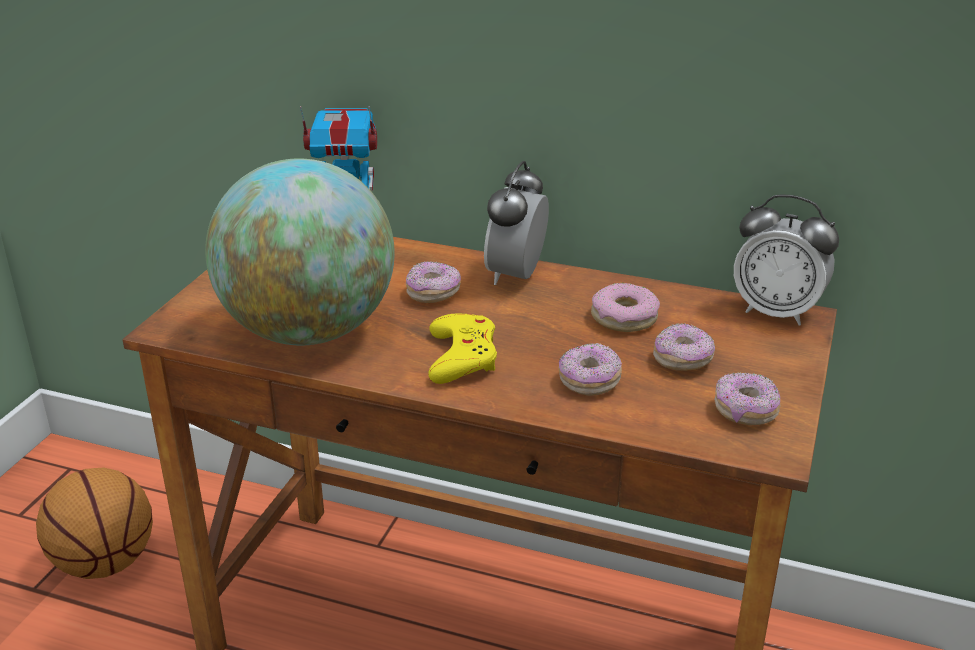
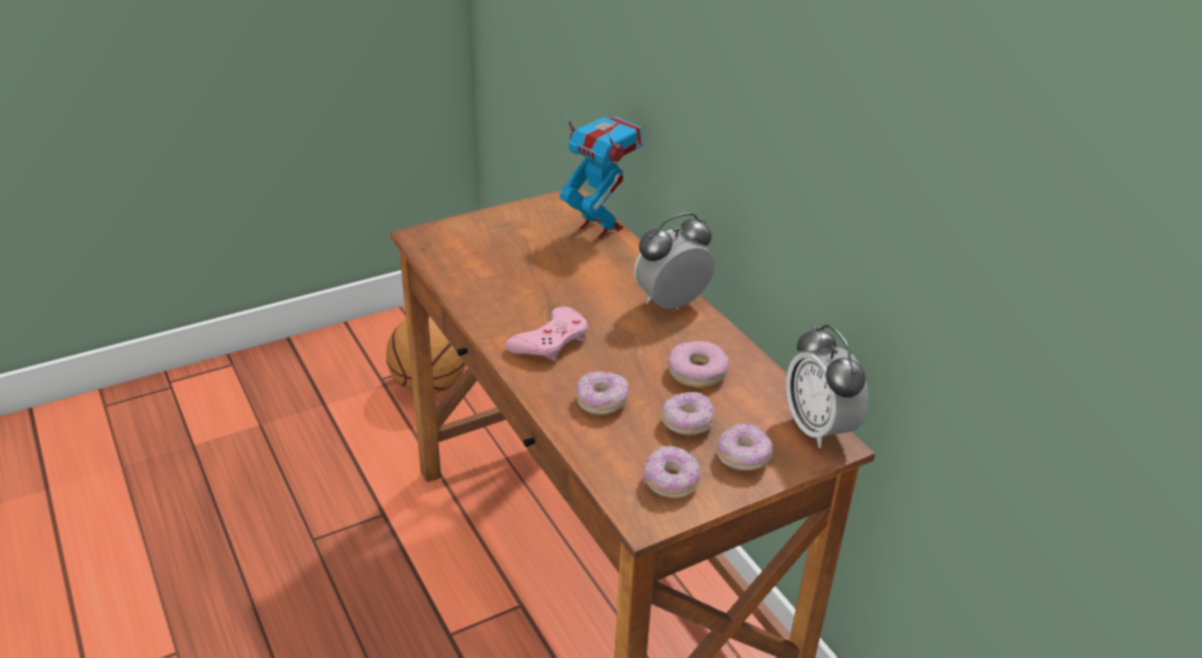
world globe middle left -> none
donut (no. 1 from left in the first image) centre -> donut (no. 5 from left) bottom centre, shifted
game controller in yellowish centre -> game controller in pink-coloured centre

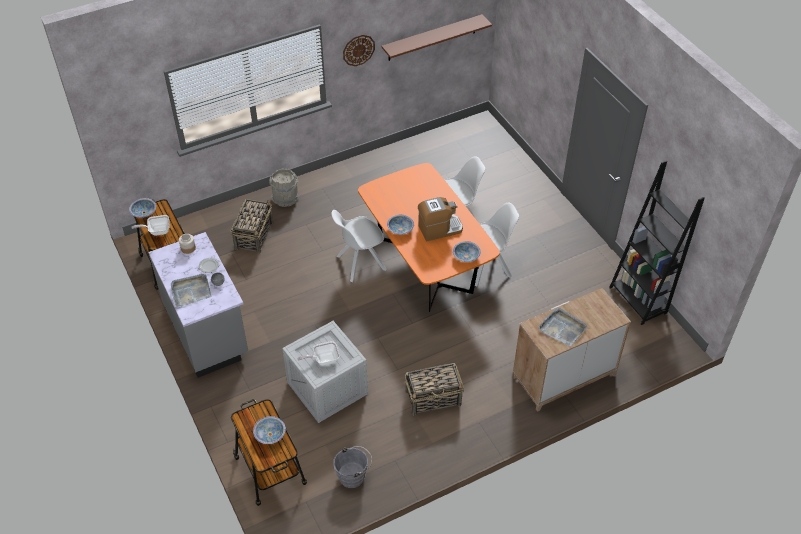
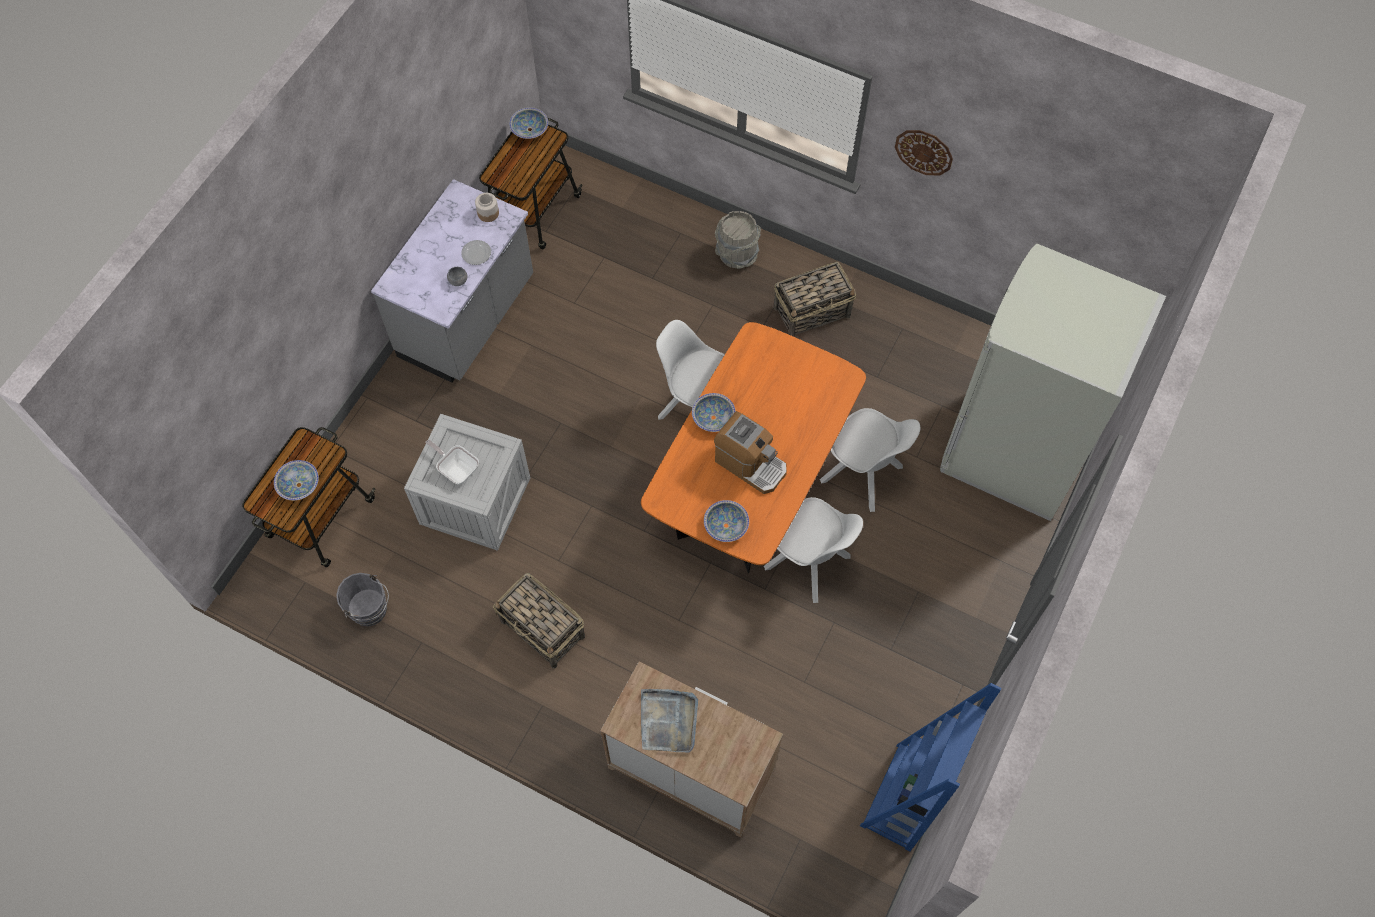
pan (no. 1 from left) middle left -> none
serving tray in greyish (no. 1 from left) middle left -> none
basket (no. 1 from left in the first image) middle left -> basket (no. 2 from left) top centre, shifted
bracket shelf in brown-coloured top centre -> none
bookcase in black-coloured middle right -> bookcase in bluish bottom right
none -> kitchen fridge in whitish middle right

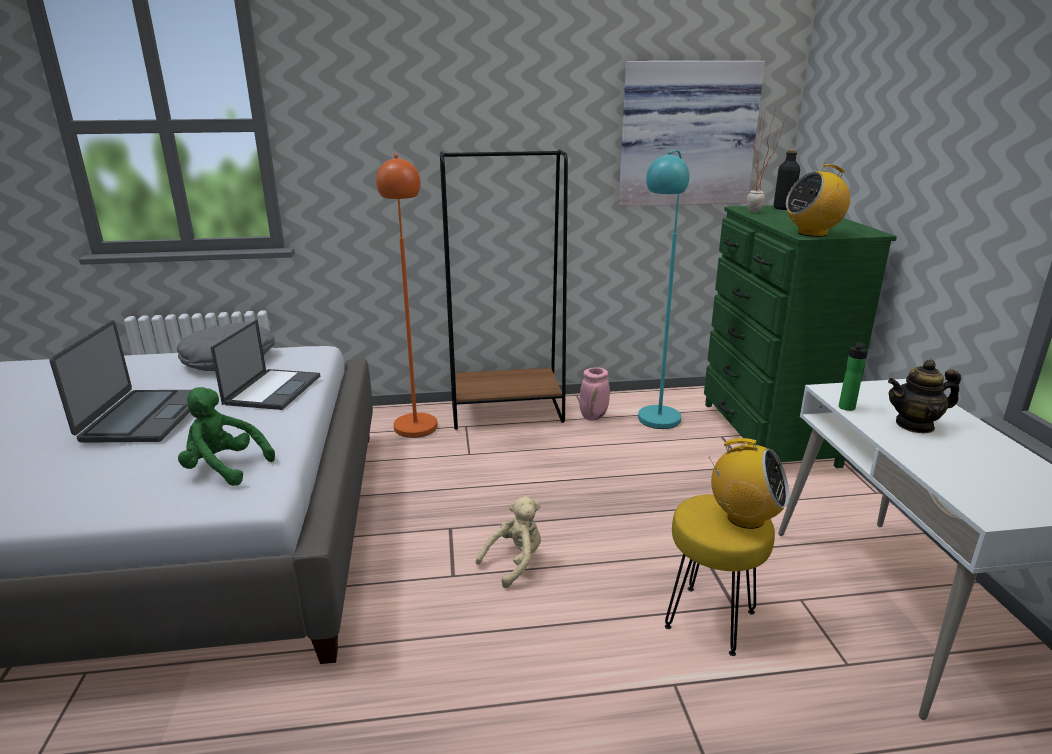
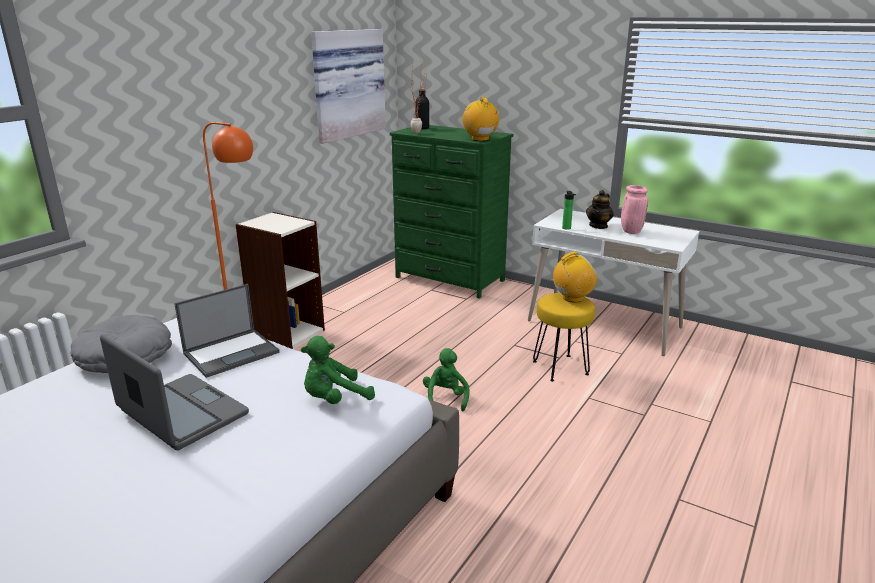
laptop (no. 2 from left) middle left, 90 degrees clockwise
clothes rack centre -> bookcase middle left
cuddly toy in sand-coloured bottom centre -> cuddly toy in greenish (no. 2 from left) centre
vase in pink-coloured centre -> vase in pink-coloured middle right, shifted
standing lamp in turquoise-coloured centre -> none
radio (no. 2 from left in the first image) top right -> radio (no. 1 from left) top centre, 135 degrees clockwise

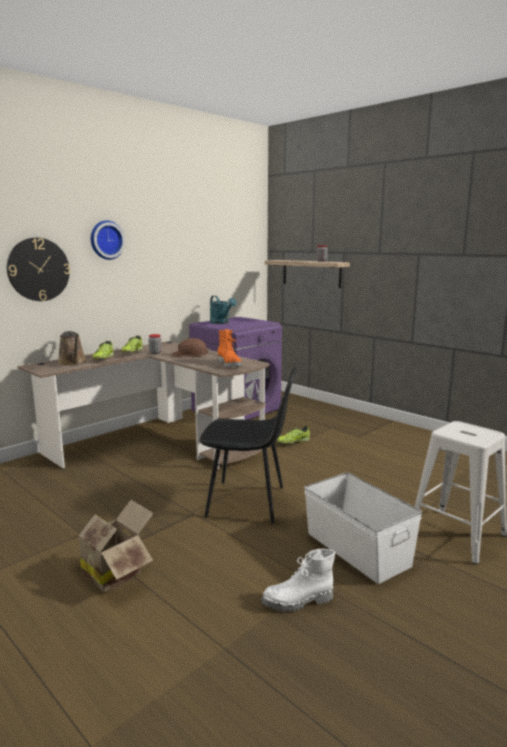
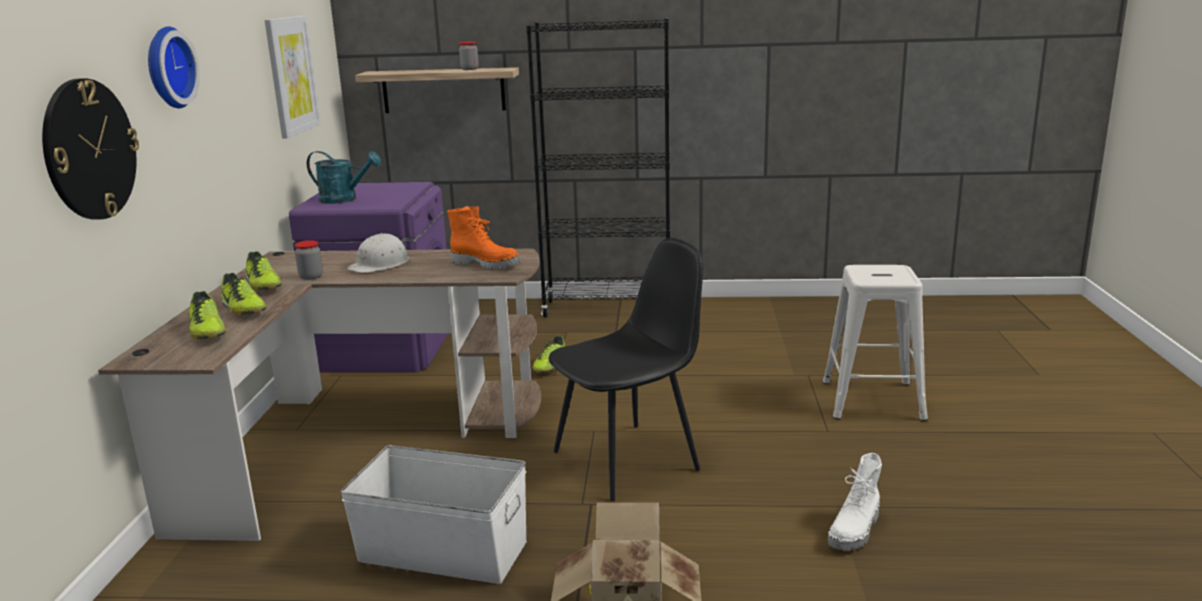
watering can in brown-coloured middle left -> low shoe (no. 1 from left) middle left
hard hat in brown-coloured centre -> hard hat in whitish middle left
storage bin in whitish bottom right -> storage bin in whitish bottom centre, shifted
none -> wall art top left
none -> bookcase in black-coloured top centre

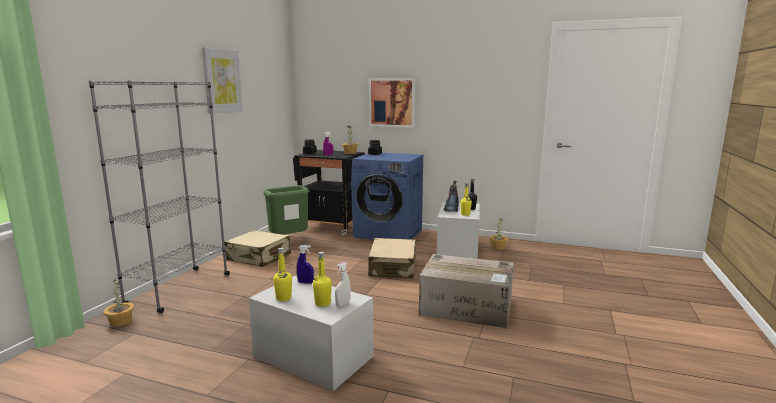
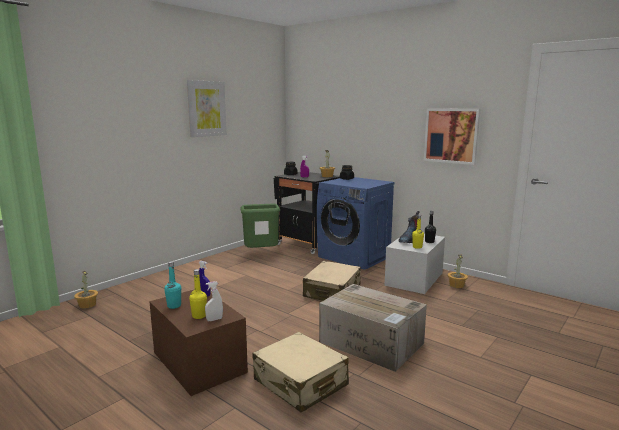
bookcase in greyish middle left -> none
suitcase in sand-coloured (no. 1 from left) middle left -> suitcase in sand-coloured (no. 1 from left) bottom centre, shifted
storage bin in whitish (no. 1 from left) bottom centre -> storage bin in brown-coloured bottom left
beverage bottle in yellowish (no. 1 from left) bottom centre -> beverage bottle in turquoise-coloured middle left
wall art (no. 2 from left) top centre -> wall art (no. 2 from left) top right, shifted

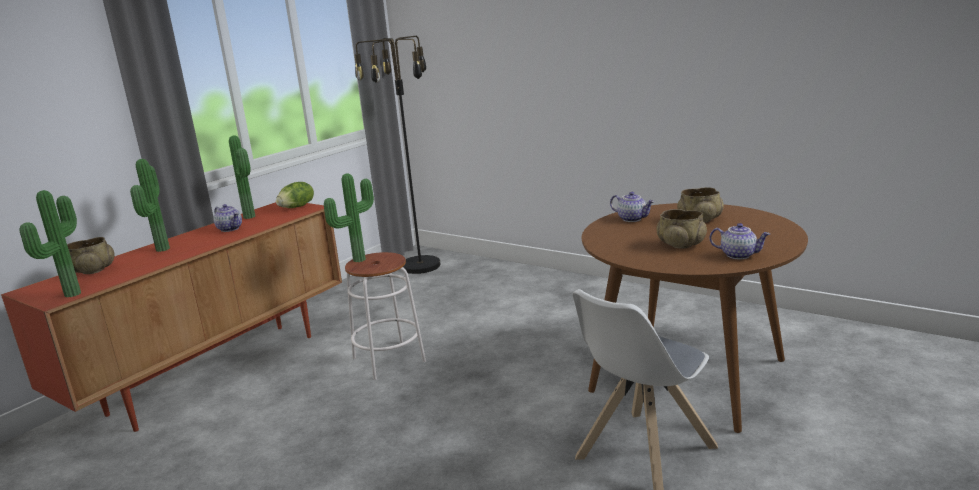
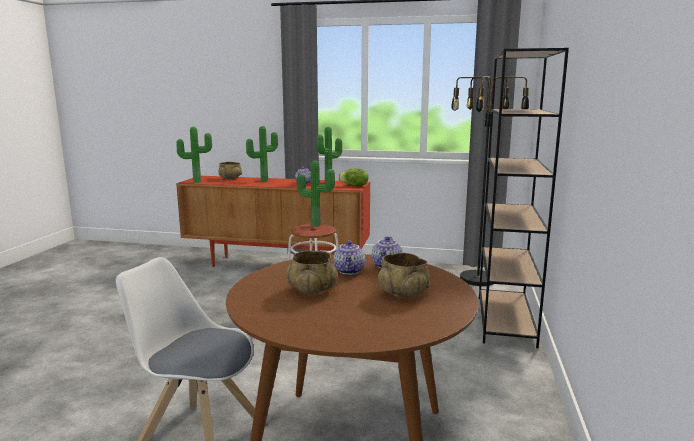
pot for tea (no. 3 from left in the first image) middle right -> pot for tea (no. 2 from left) centre, shifted
none -> bookcase in sand-coloured middle right

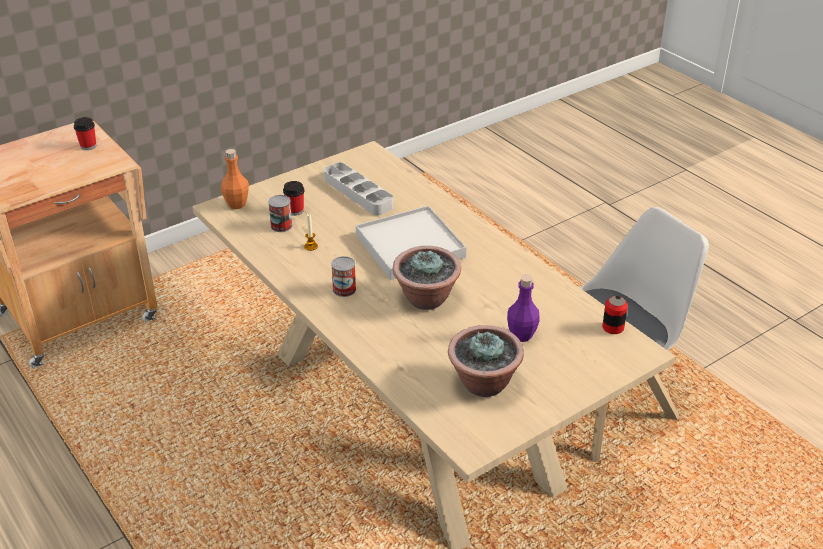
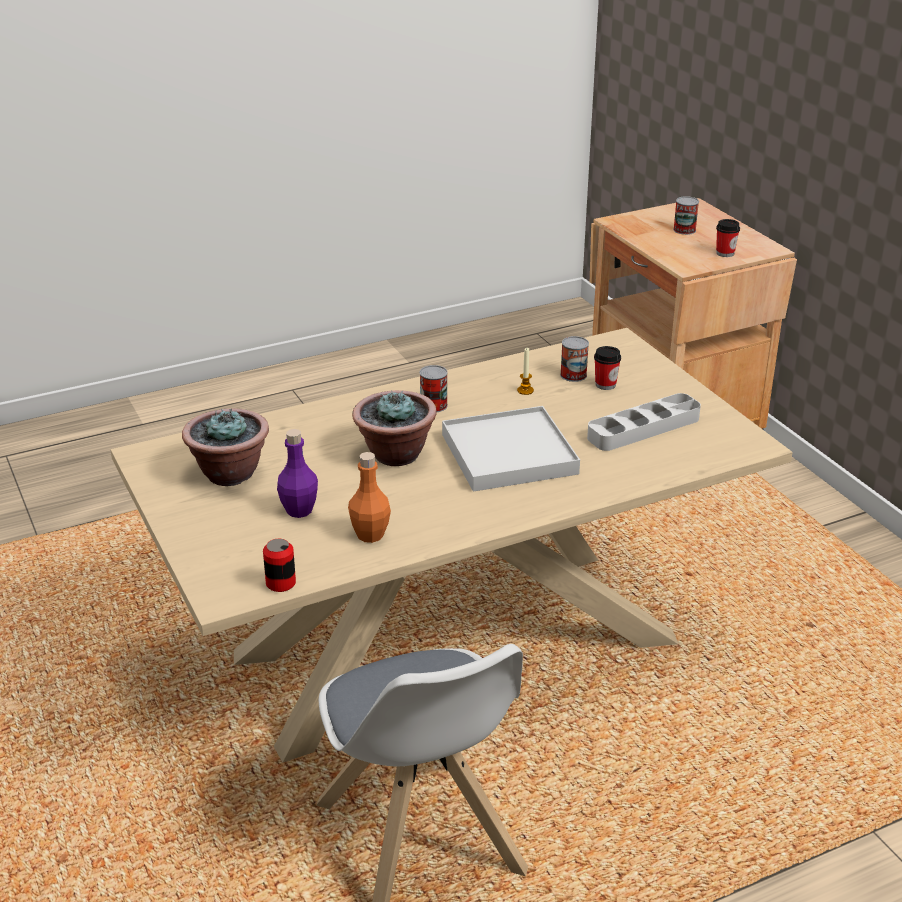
beverage bottle in orange top left -> beverage bottle in orange centre, shifted
none -> metal can (no. 4 from left) top right

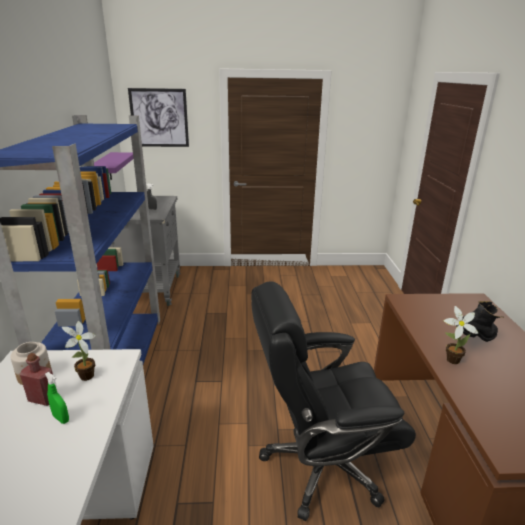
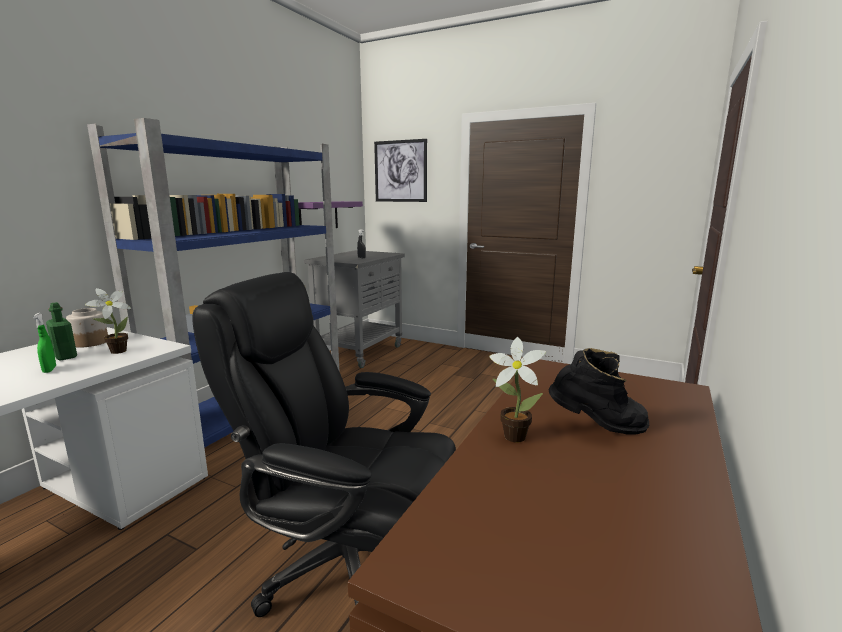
beverage bottle in red-coloured bottom left -> beverage bottle in greenish middle left

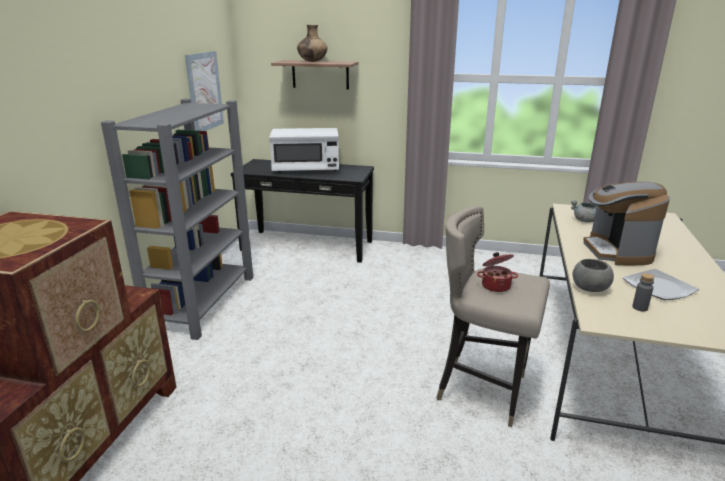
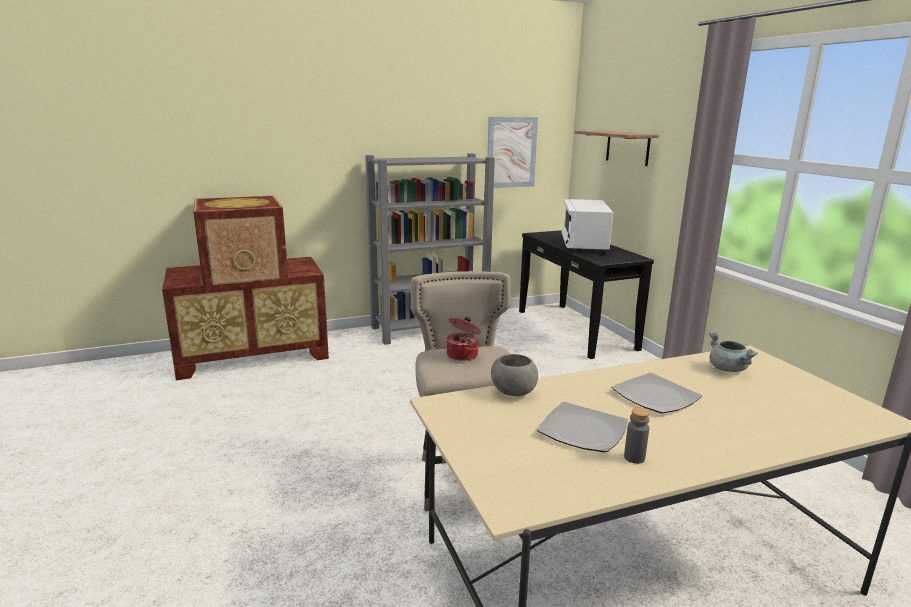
kitchen microwave in whitish top centre -> kitchen microwave in whitish centre, 45 degrees clockwise
vase in brown-coloured top centre -> none
coffee maker middle right -> plate (no. 2 from left) middle right
beverage bottle in greyish middle right -> beverage bottle in greyish bottom right, shifted

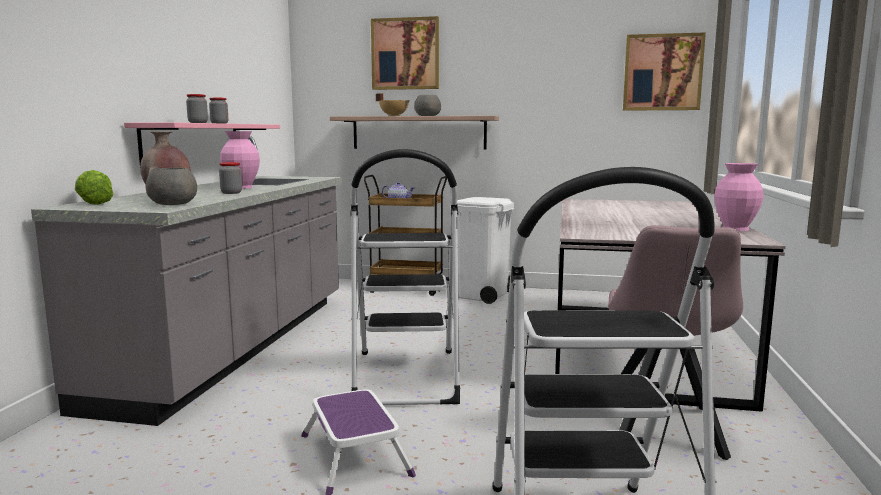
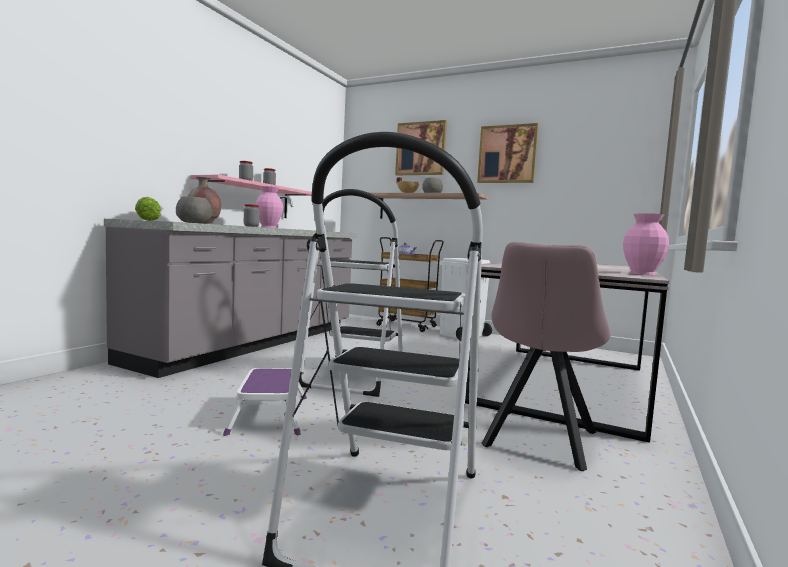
wall art (no. 2 from left) top right -> wall art (no. 2 from left) top centre, shifted

